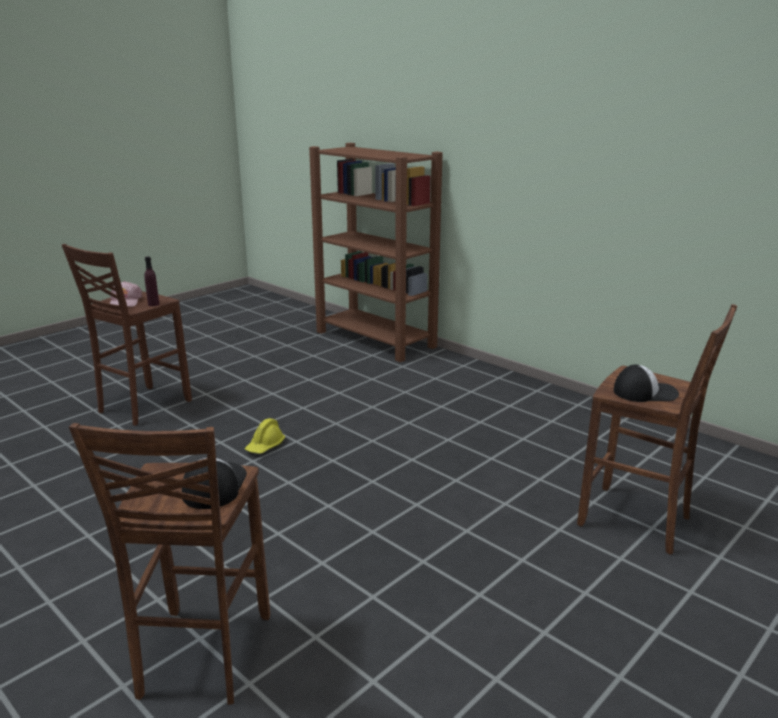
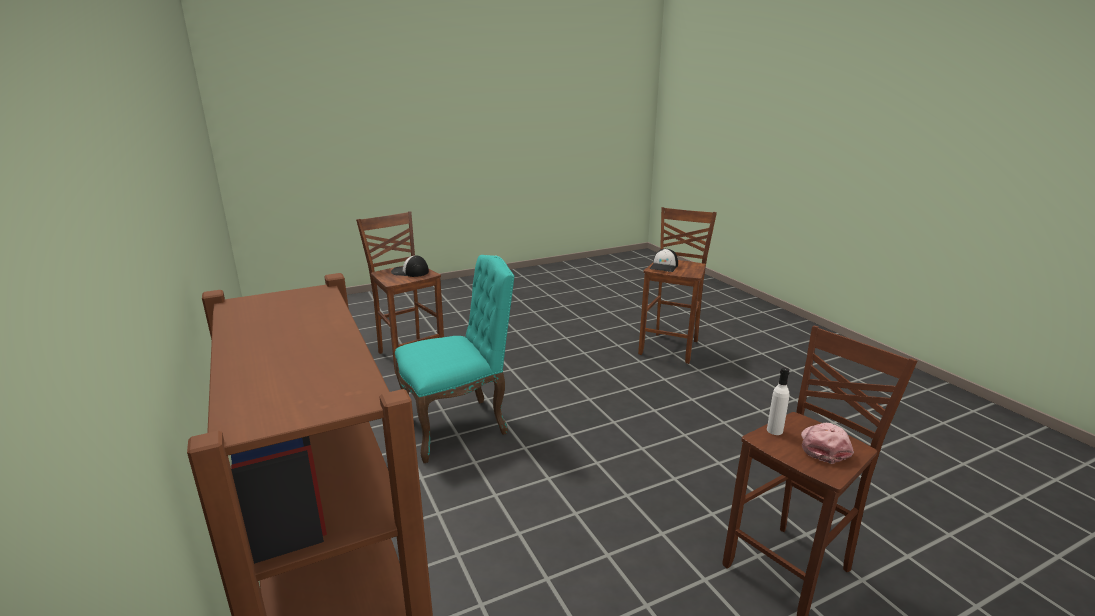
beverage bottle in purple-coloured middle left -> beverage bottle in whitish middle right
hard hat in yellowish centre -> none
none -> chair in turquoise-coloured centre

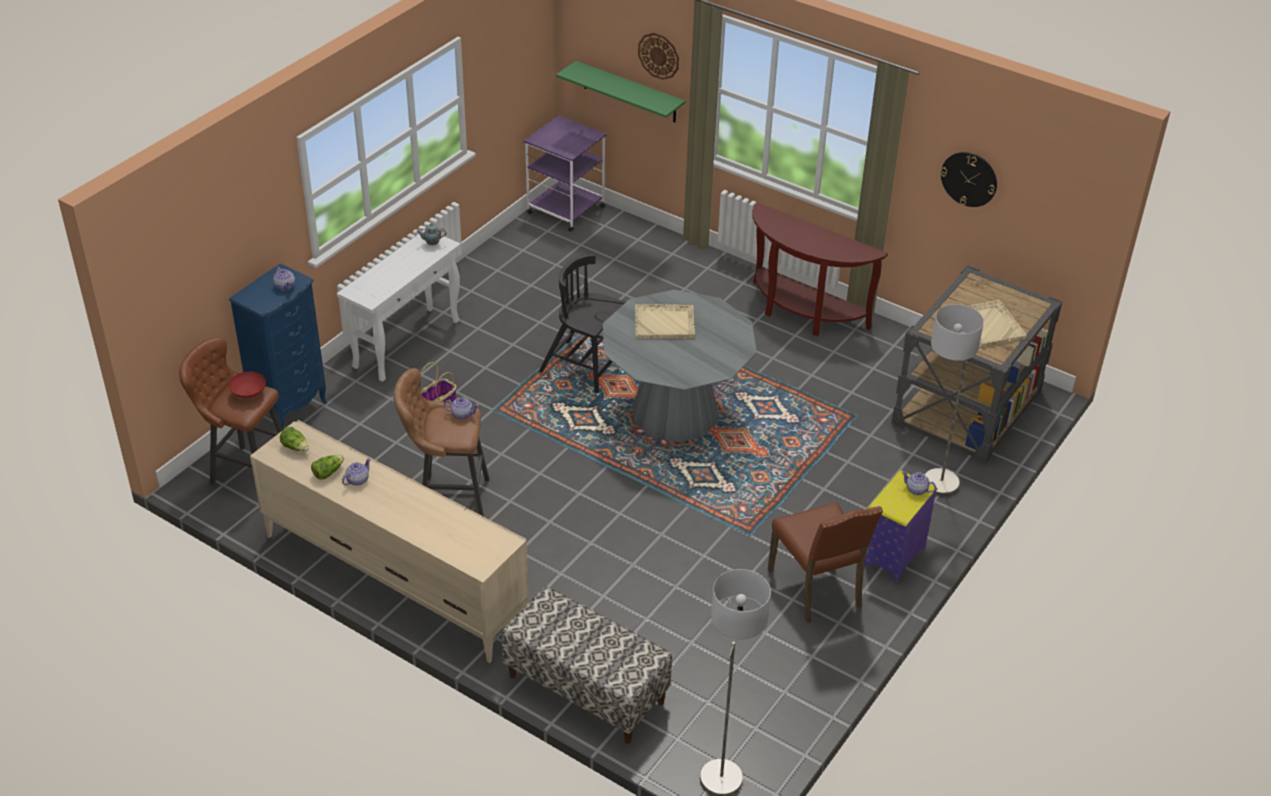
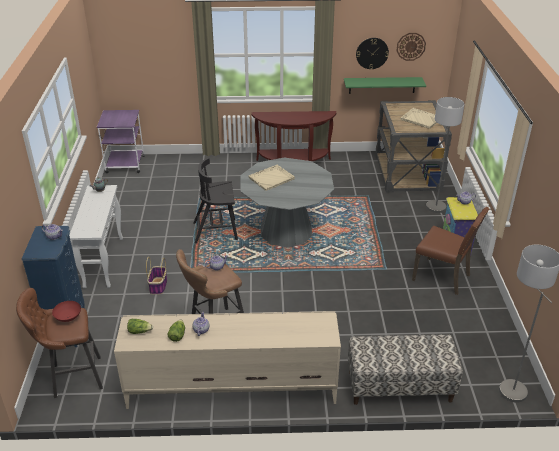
bracket shelf in greenish top centre -> bracket shelf in greenish top right, shifted
clock on the wall (no. 1 from left in the first image) top centre -> clock on the wall (no. 2 from left) top right, shifted

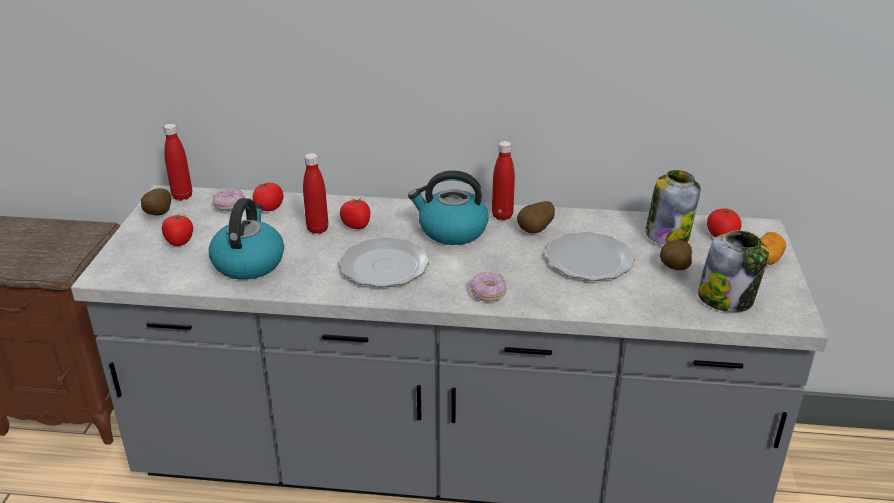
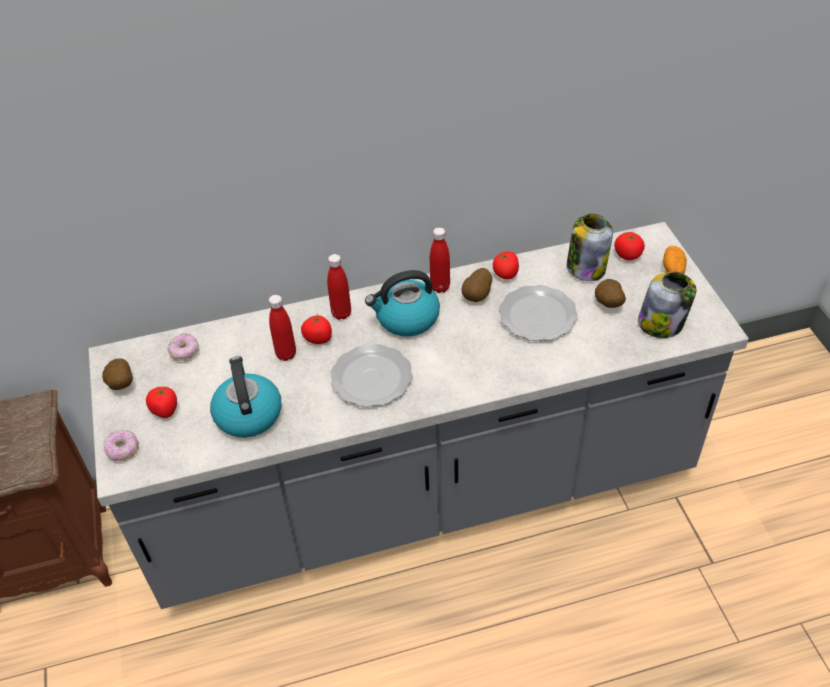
beverage bottle in red-coloured (no. 1 from left in the first image) top left -> beverage bottle in red-coloured (no. 2 from left) centre, shifted
tomato (no. 2 from left in the first image) middle left -> tomato (no. 3 from left) centre, shifted
donut (no. 2 from left in the first image) centre -> donut (no. 1 from left) middle left, shifted

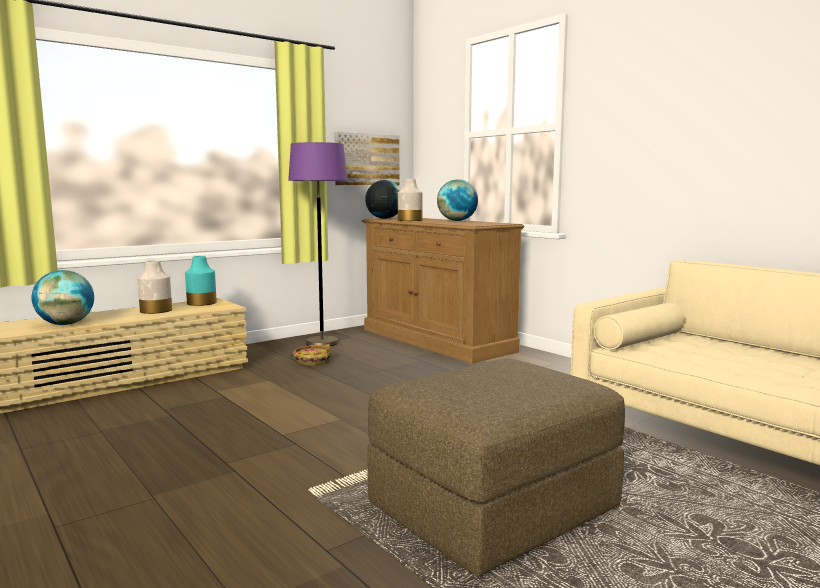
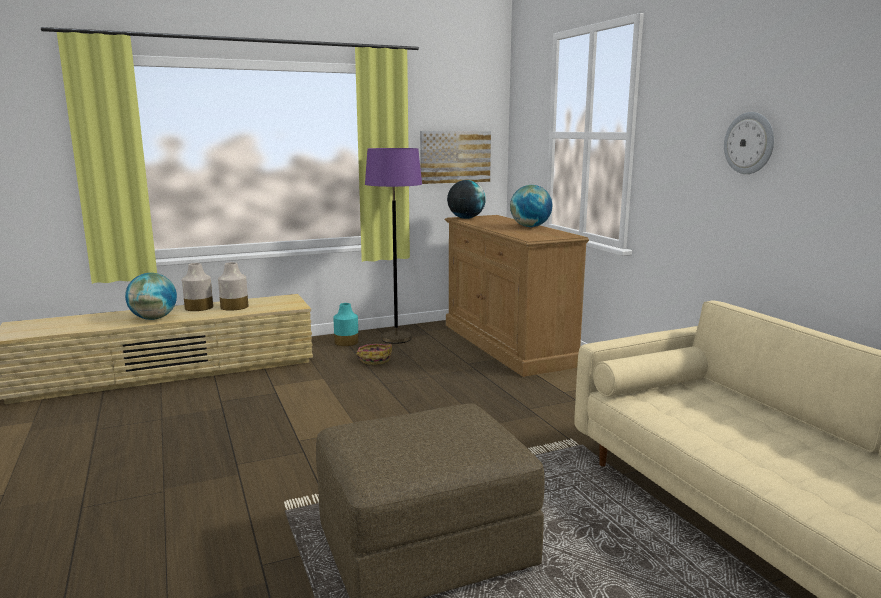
vase in turquoise-coloured middle left -> vase in turquoise-coloured centre, shifted
vase in sand-coloured (no. 2 from left in the first image) centre -> vase in sand-coloured (no. 1 from left) middle left, shifted
none -> clock on the wall top right

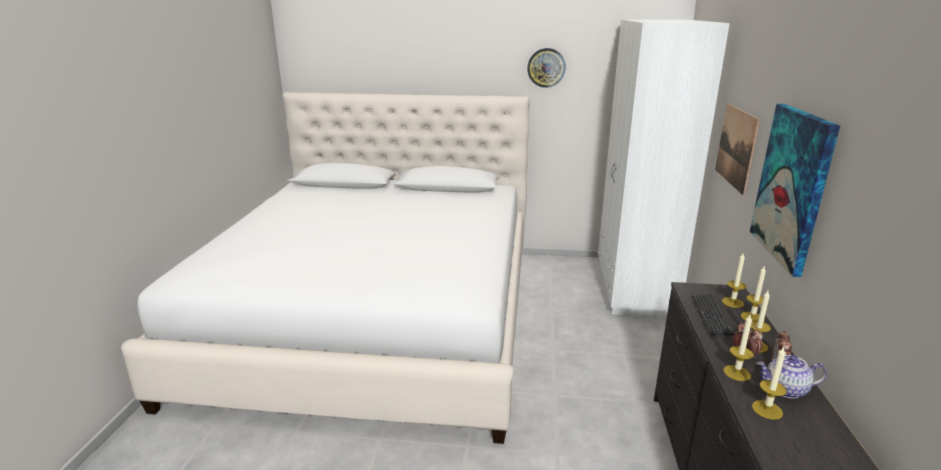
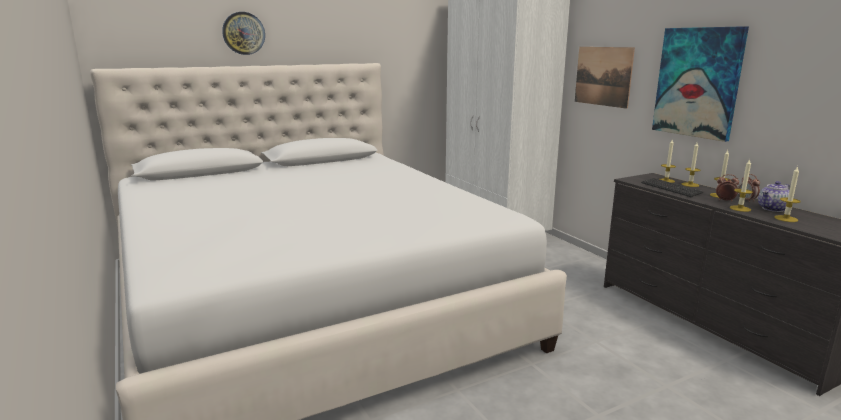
clock on the wall top centre -> clock on the wall top left, shifted

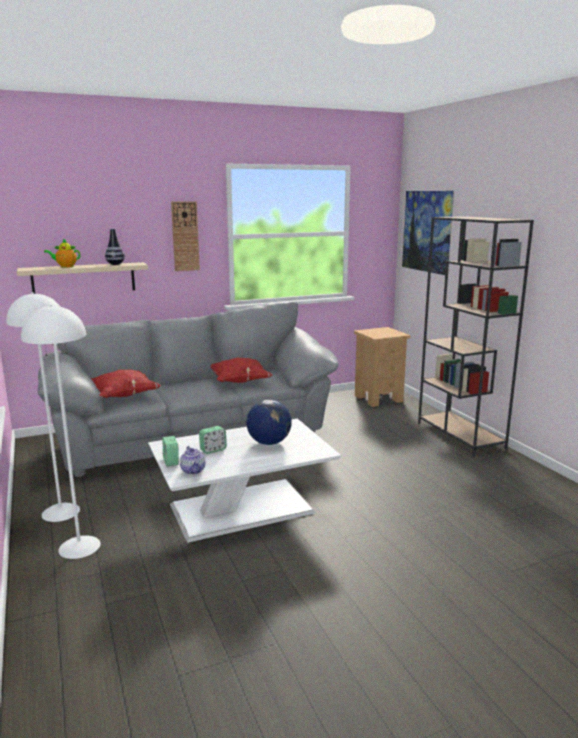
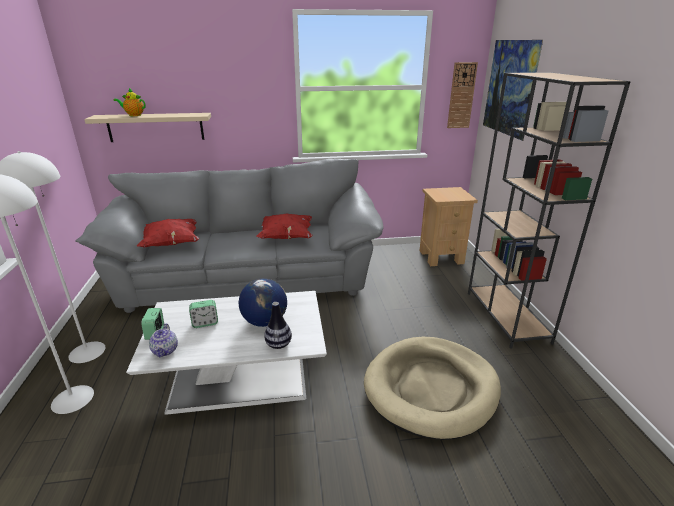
vase middle left -> vase centre, shifted
clock on the wall top left -> clock on the wall top right, shifted
none -> dog cushion in sand-coloured bottom centre

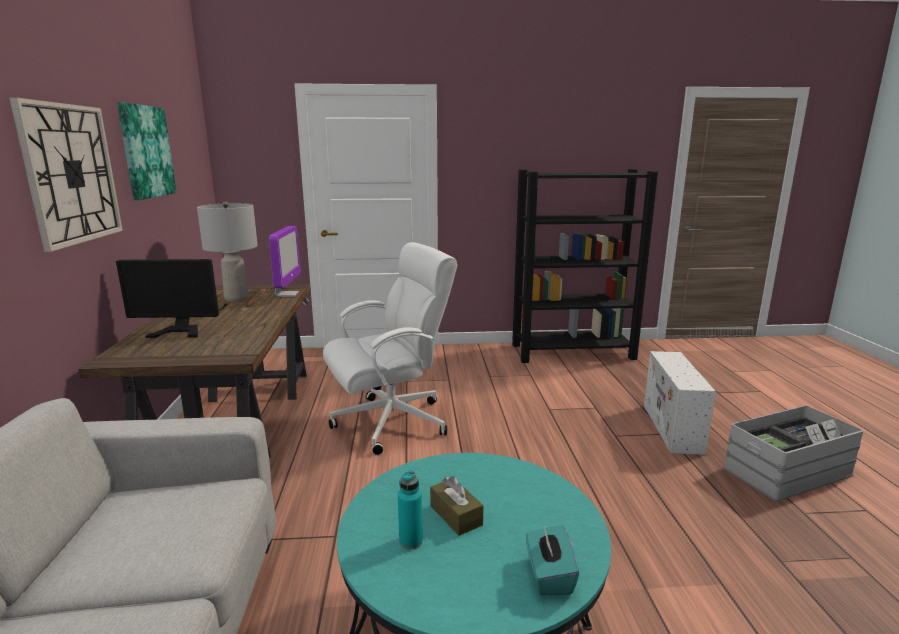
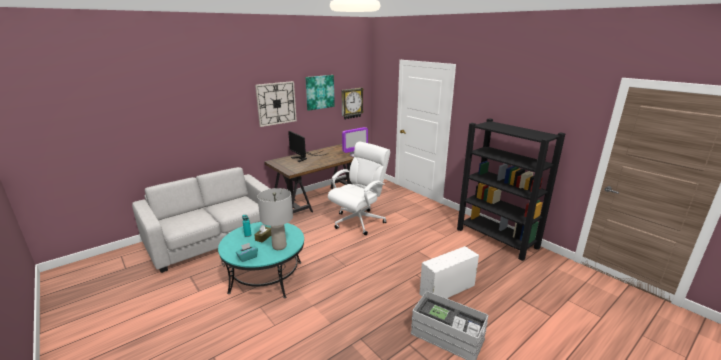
table lamp in greyish middle left -> table lamp in greyish centre, shifted
computer chair in whitish centre, 75 degrees counterclockwise
none -> clock on the wall (no. 2 from left) top centre

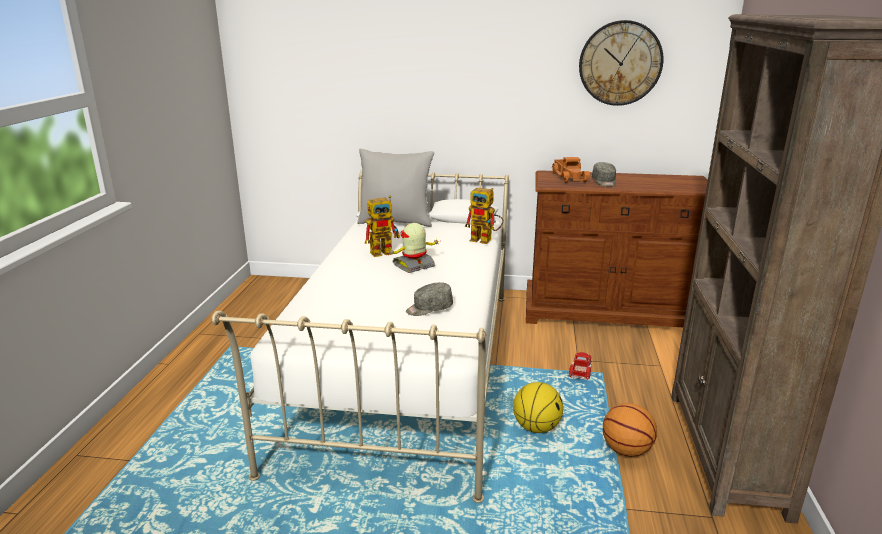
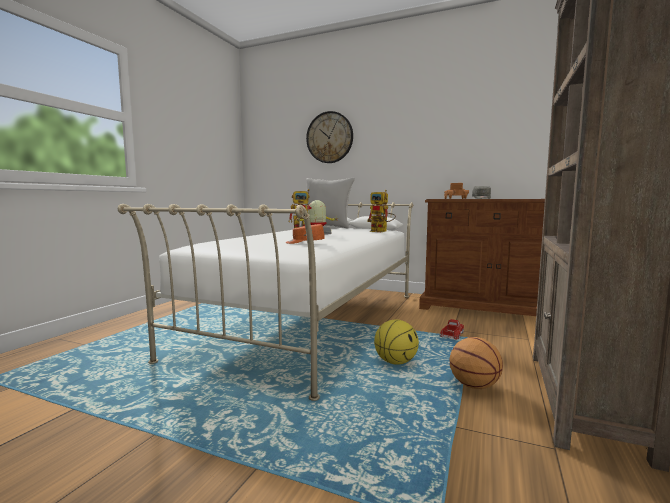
peaked cap in greyish (no. 1 from left) centre -> peaked cap in orange centre
clock on the wall top right -> clock on the wall top centre, shifted

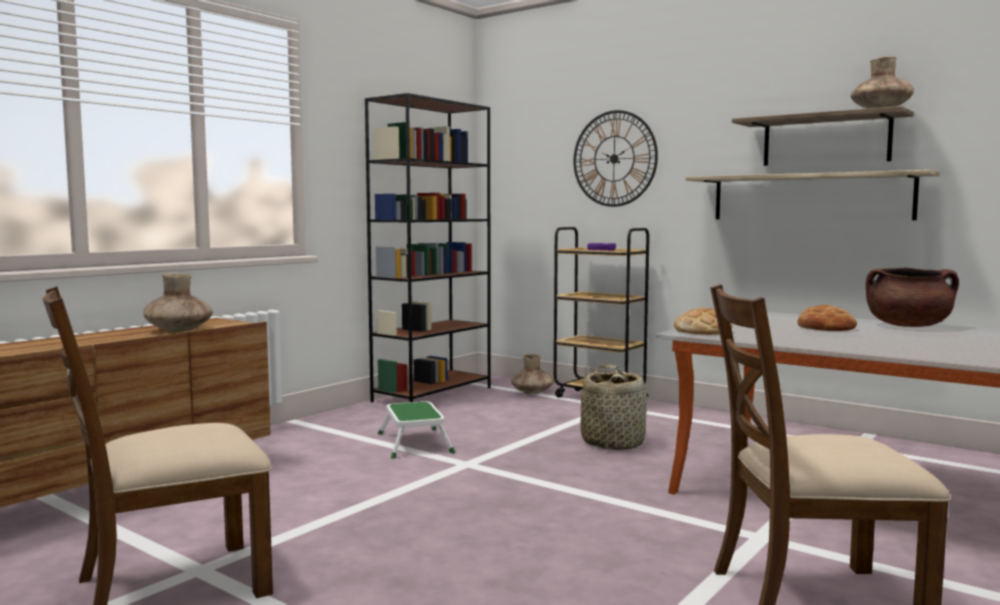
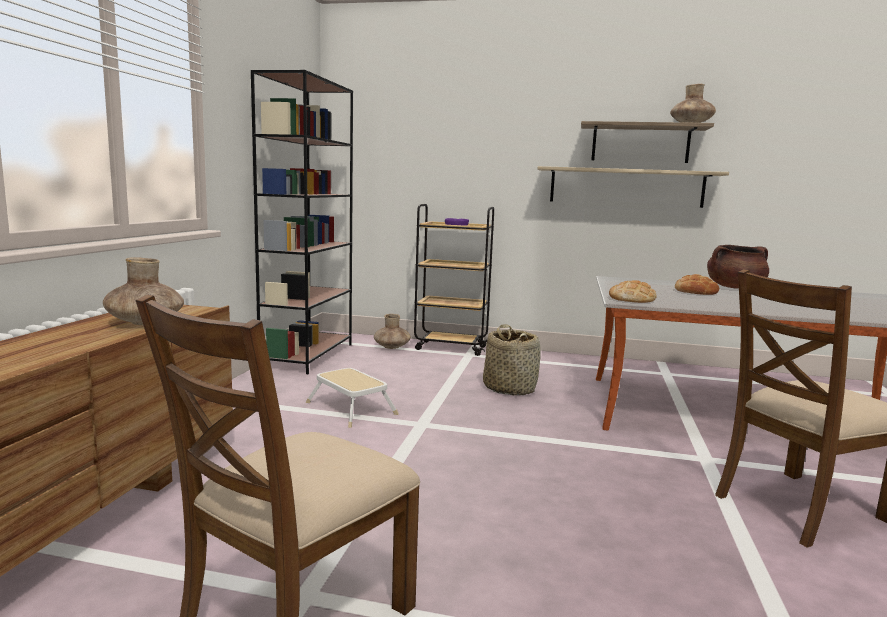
step stool in greenish bottom centre -> step stool in sand-coloured centre
clock on the wall top centre -> none

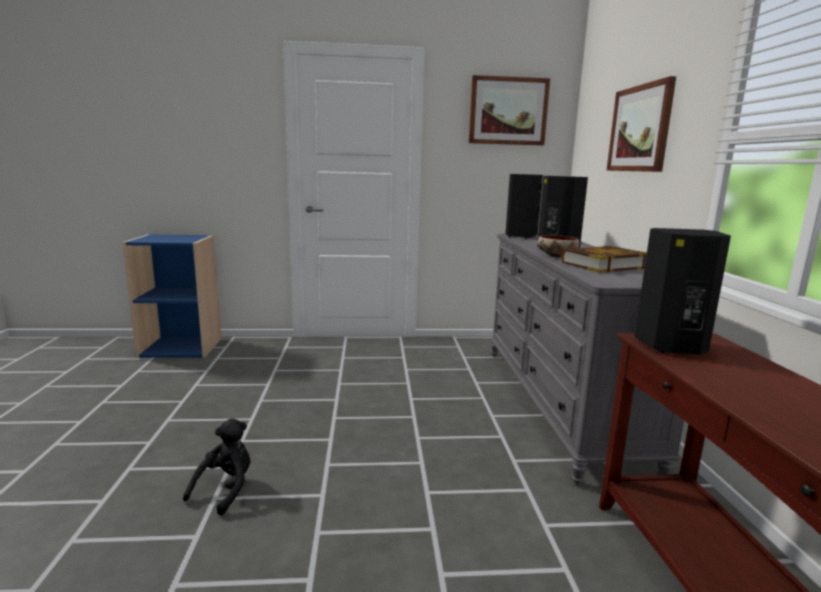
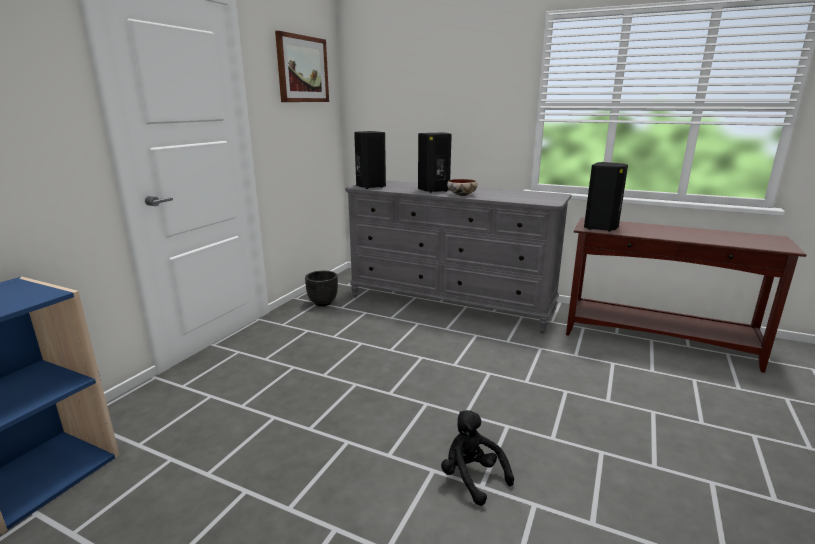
book middle right -> none
wall art (no. 2 from left) top right -> none
none -> plant pot in black-coloured centre

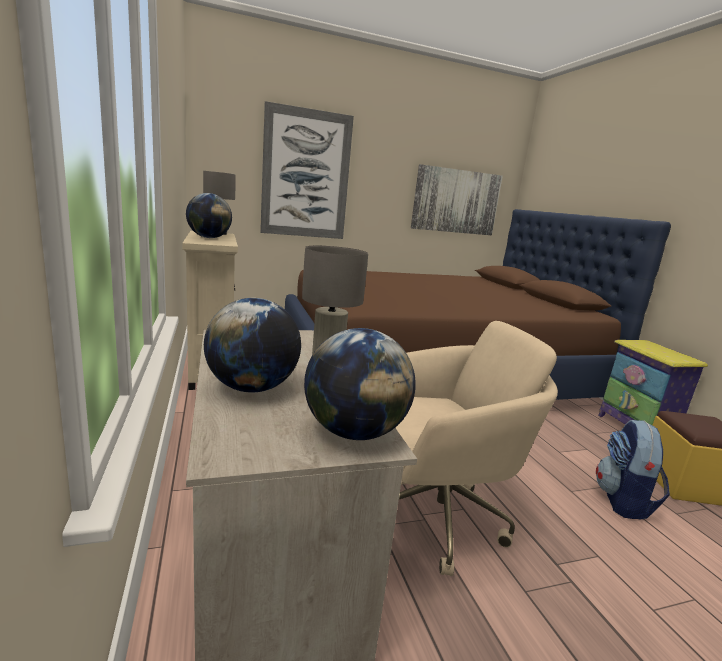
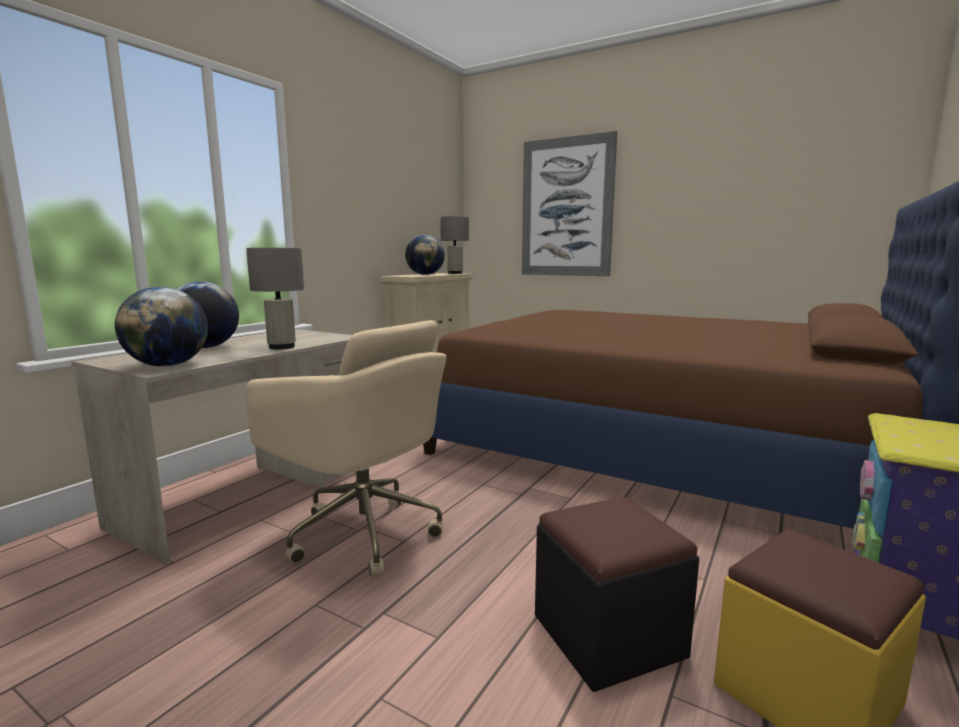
wall art (no. 2 from left) top centre -> none
knapsack bottom right -> ottoman in black-coloured bottom centre

